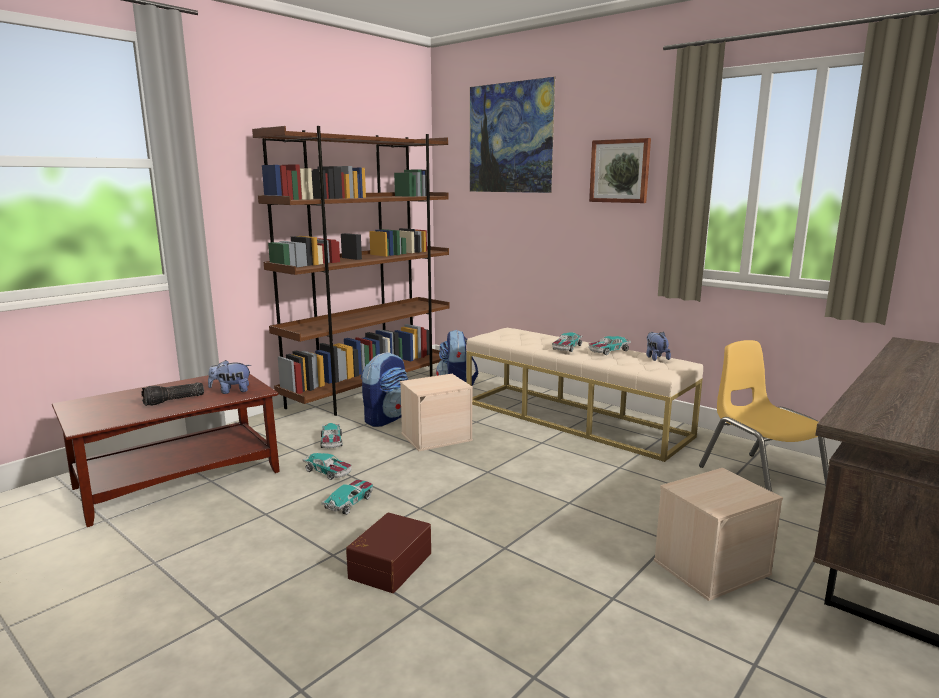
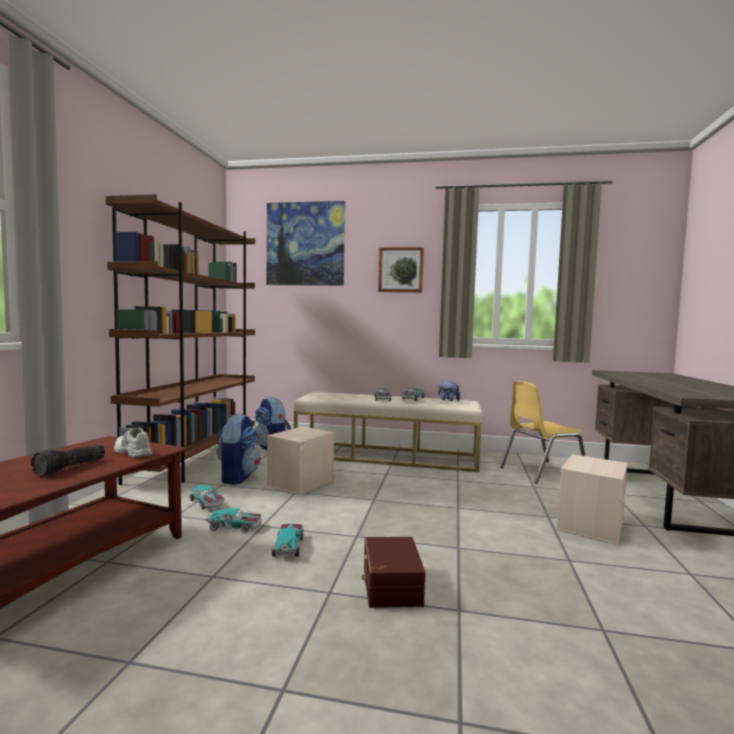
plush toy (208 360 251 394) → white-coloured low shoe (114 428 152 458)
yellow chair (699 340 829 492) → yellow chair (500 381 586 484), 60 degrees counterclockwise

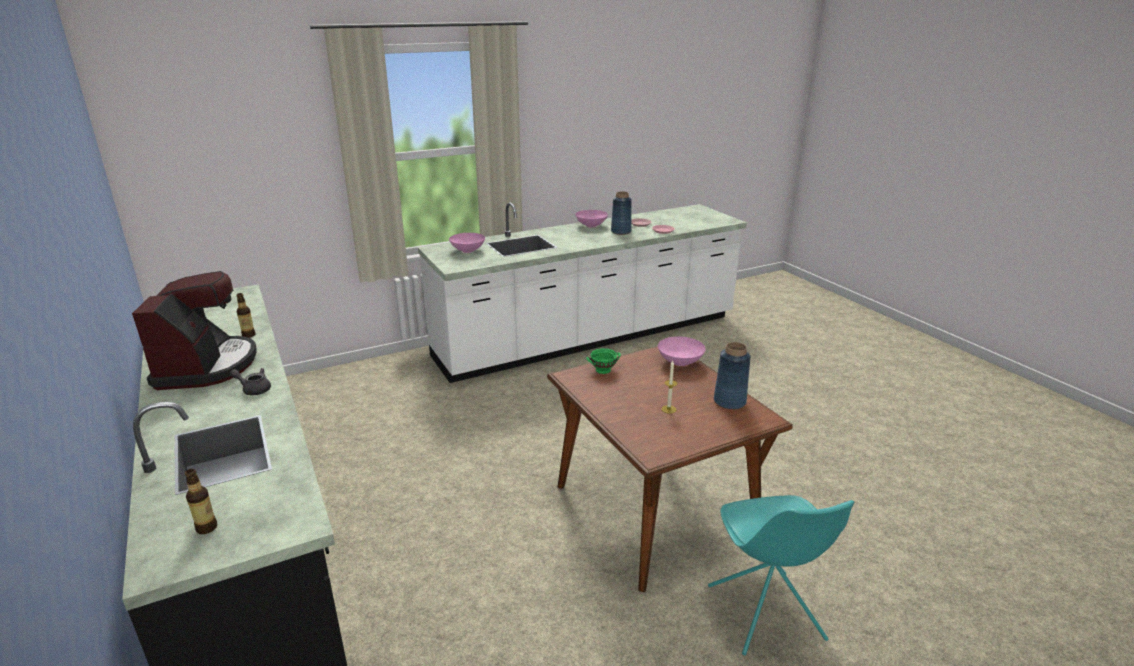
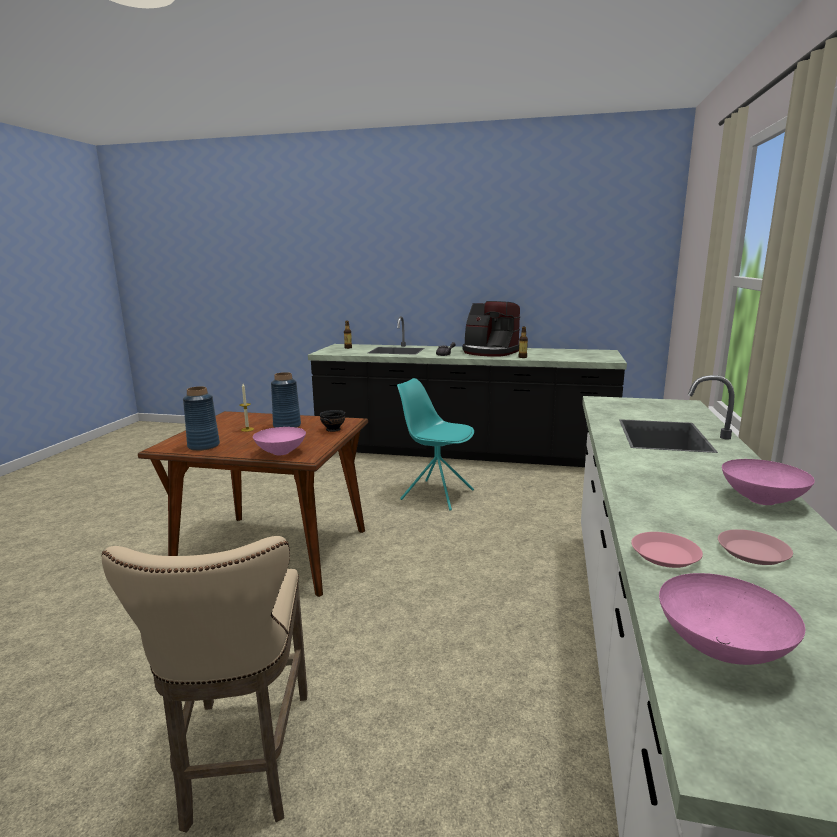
- → beige sitting stool (102 536 308 833)
bluish flower vase (611 191 632 235) → bluish flower vase (271 372 301 428), move
green-coloured serving bowl (586 348 621 374) → blackish serving bowl (320 410 345 432)
blue-green chair (708 495 854 655) → blue-green chair (397 378 474 511), move
pinkish serving bowl (449 233 485 253) → pinkish serving bowl (659 573 805 665), move

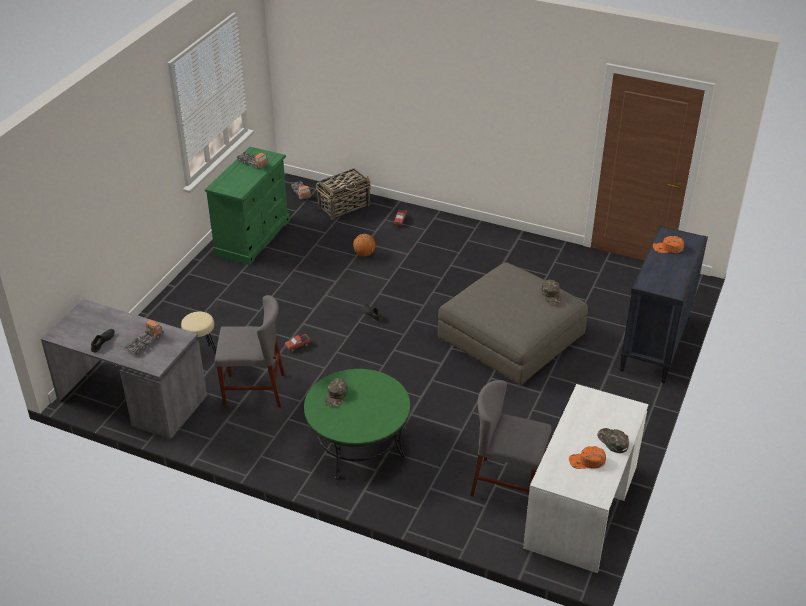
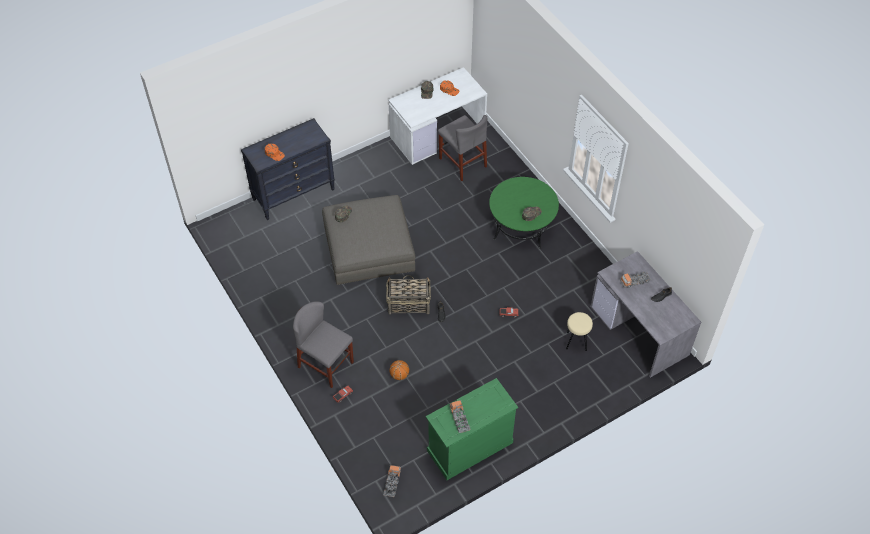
greyish chair (214 295 285 408) → greyish chair (293 301 354 388), move
basket (316 168 371 220) → basket (386 275 431 315), move

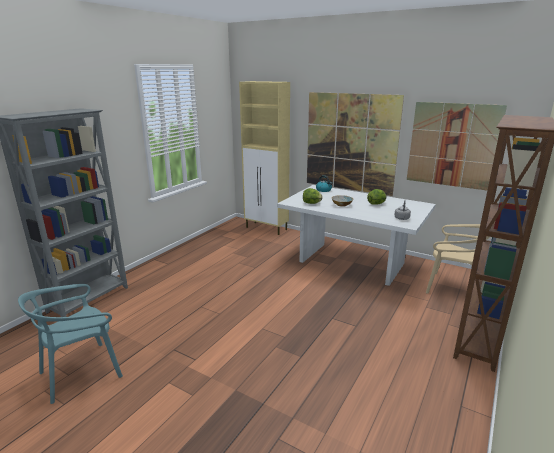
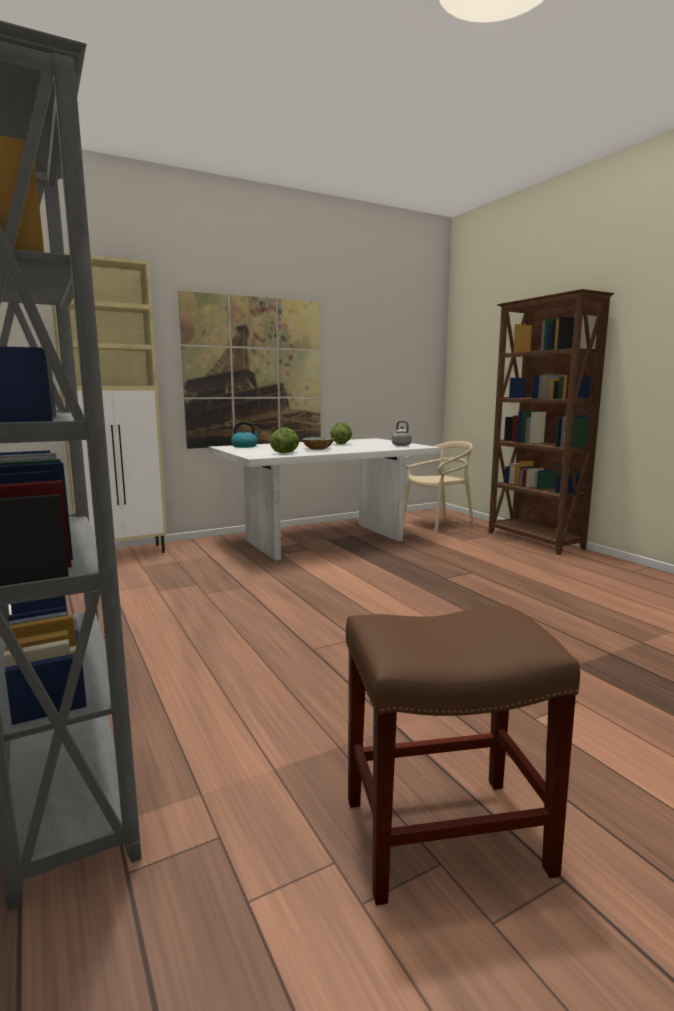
blue-green chair (18 284 123 404) → brown sitting stool (346 605 580 905)
wall art (407 102 507 190) → -

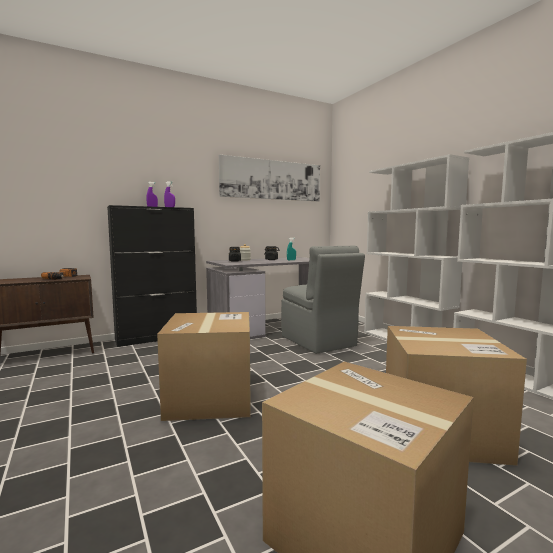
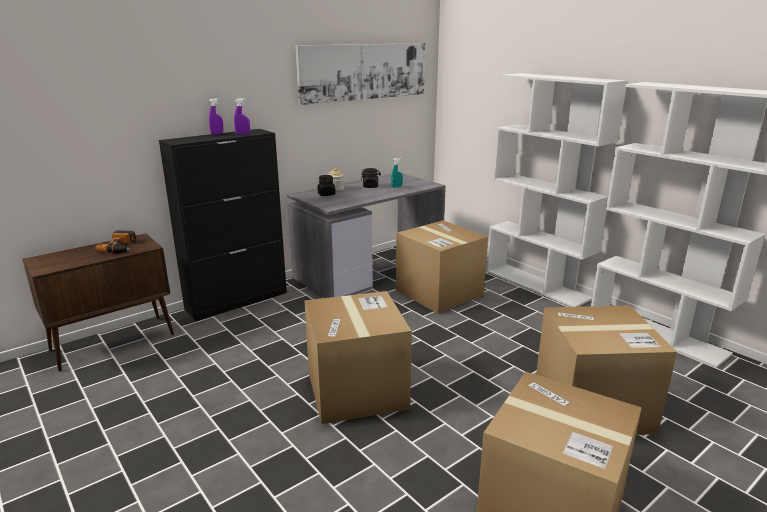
greyish chair (281 245 365 354) → cardboard box (396 221 488 313)

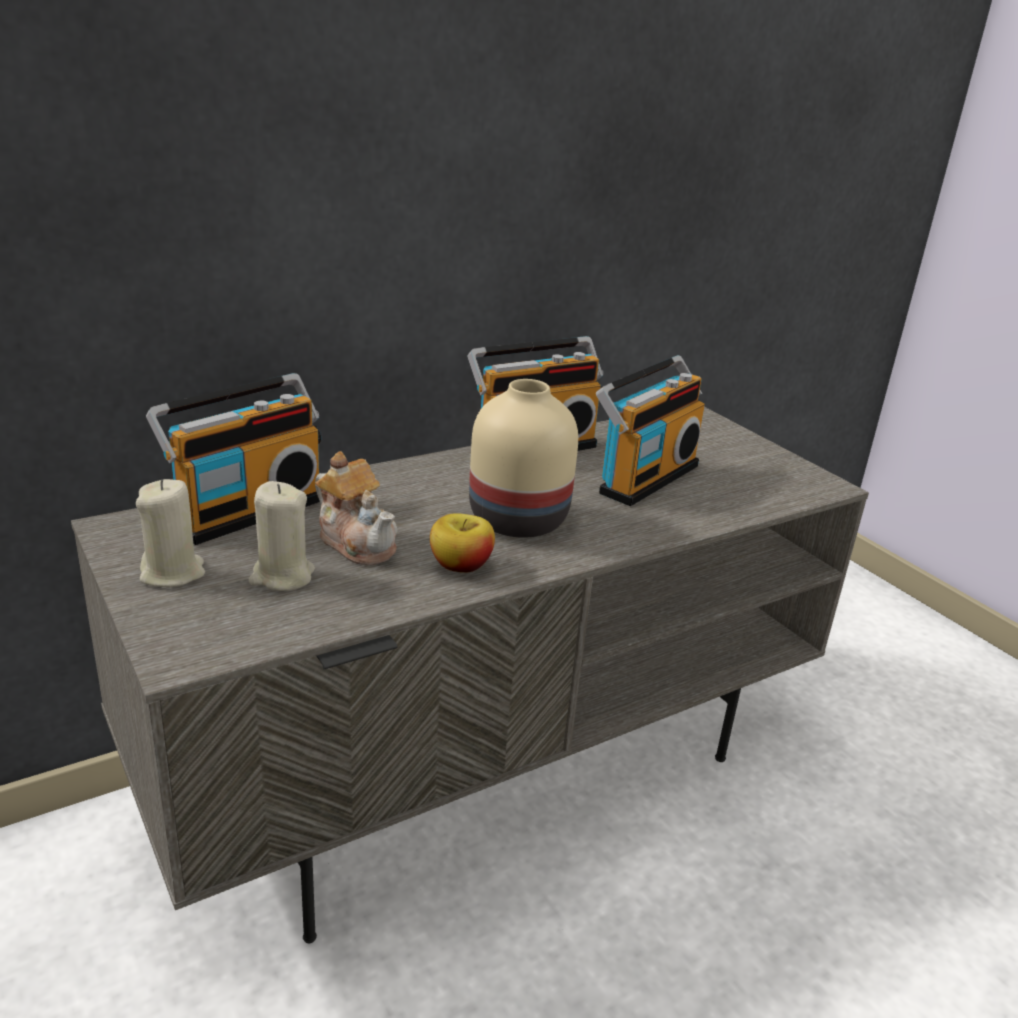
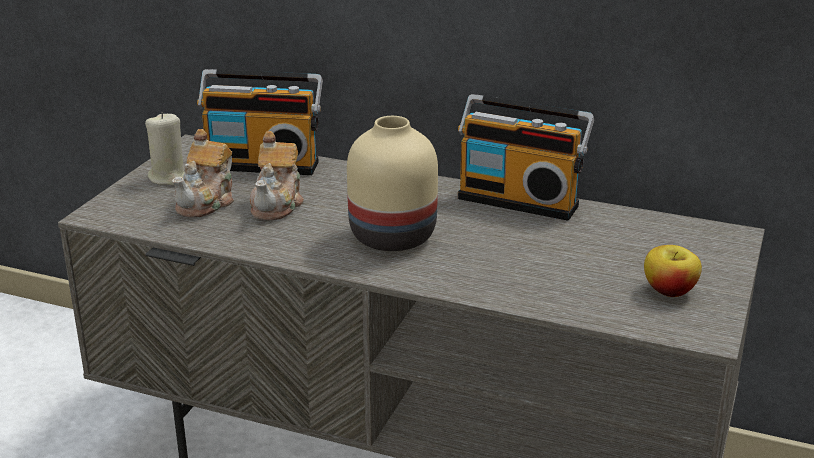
beige wax light (249 481 315 591) → teapot (172 129 234 218)
whole apple (430 513 495 573) → whole apple (644 245 702 297), move
radio set (596 355 705 506) → -

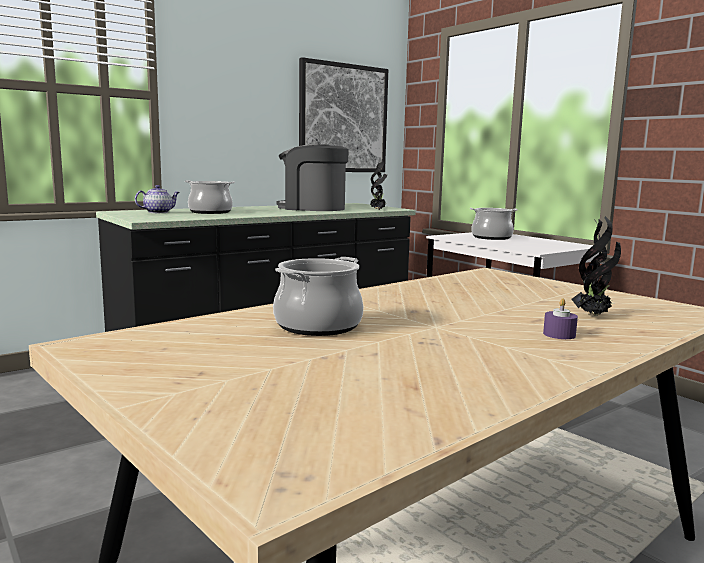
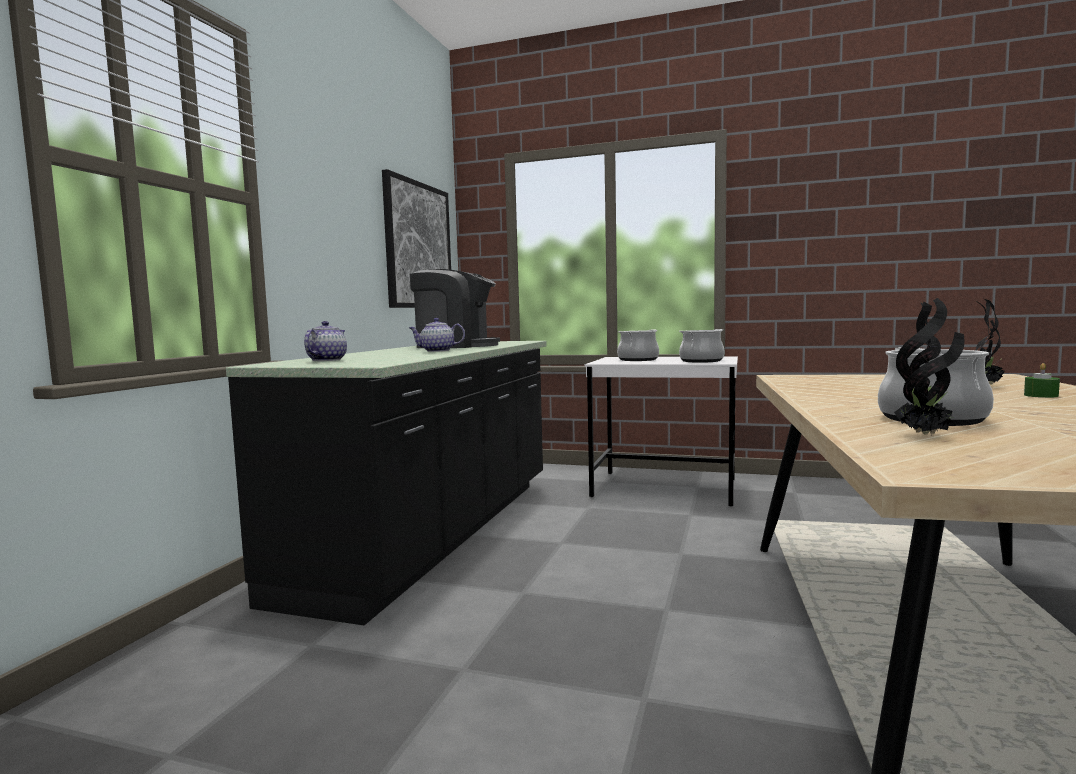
- → teapot (409 318 465 352)
coffee machine (277 144 349 211) → coffee machine (410 269 500 348), 150 degrees counterclockwise
saucepot (185 180 235 214) → saucepot (679 329 725 363), move
potted plant (370 162 387 210) → potted plant (894 298 964 434), move
purplish wax light (543 298 578 339) → green-coloured wax light (1024 363 1060 398)

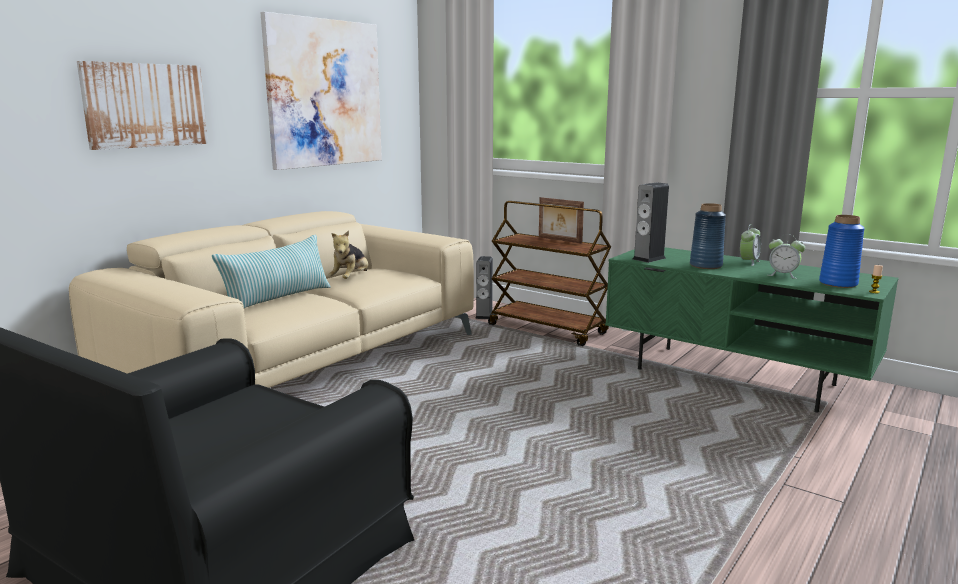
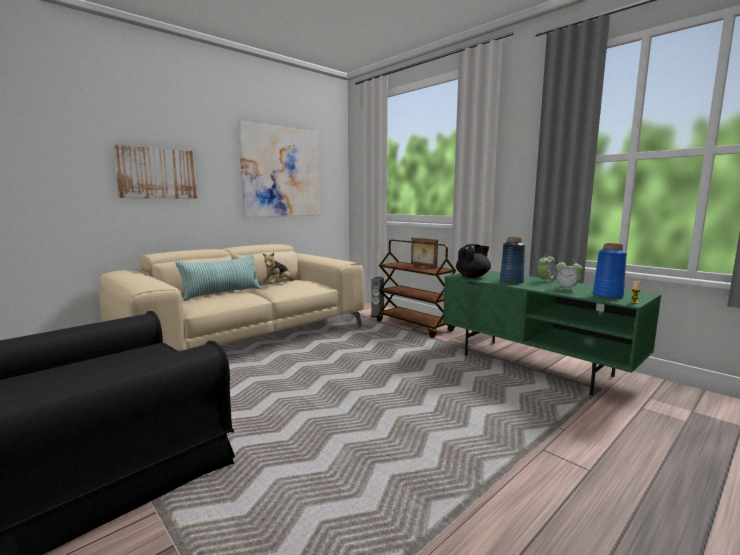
loudspeaker (633 182 669 263) → blackish teapot (456 244 491 278)

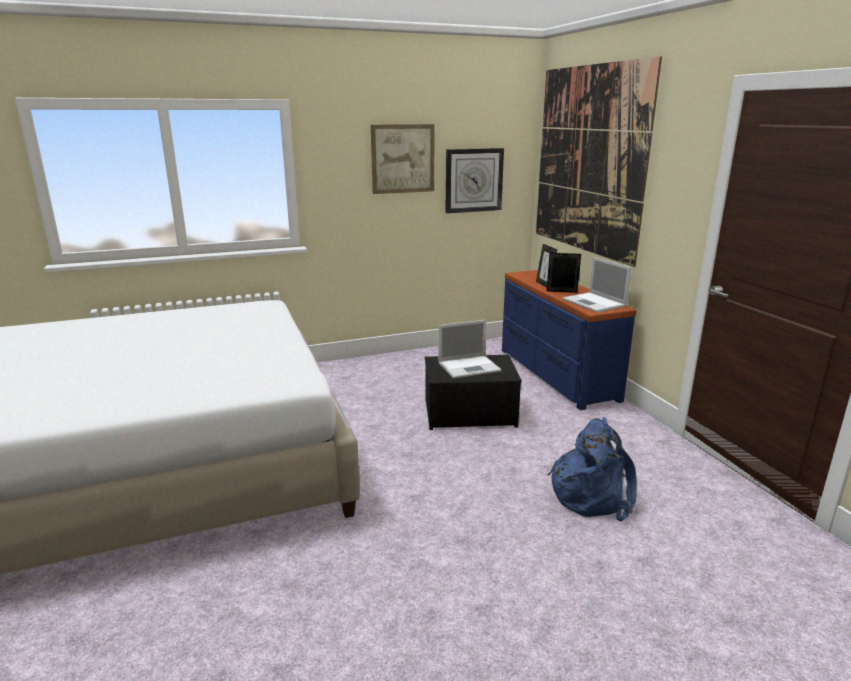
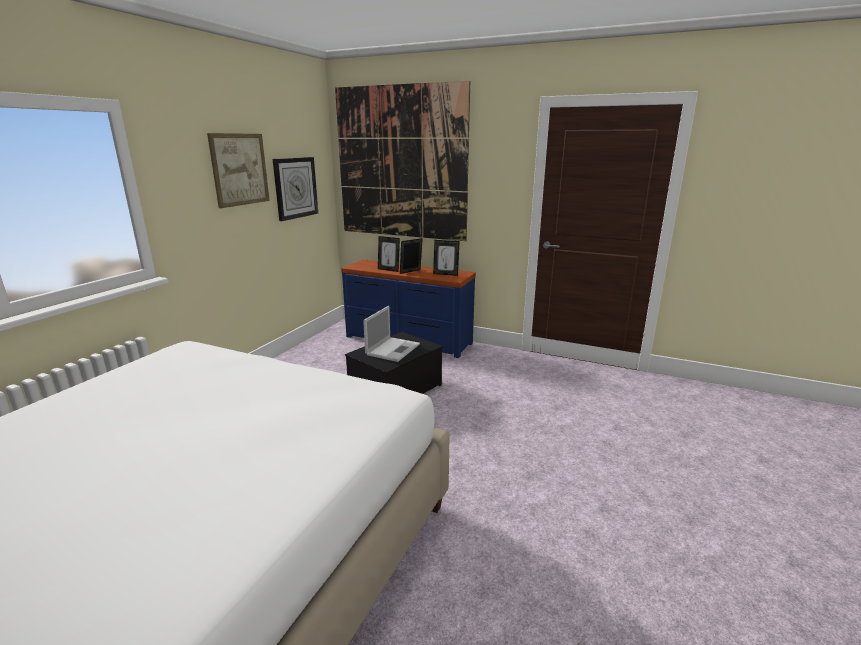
notebook computer (562 257 631 313) → standing frame (433 240 460 276)
bluish rucksack (547 417 637 521) → -

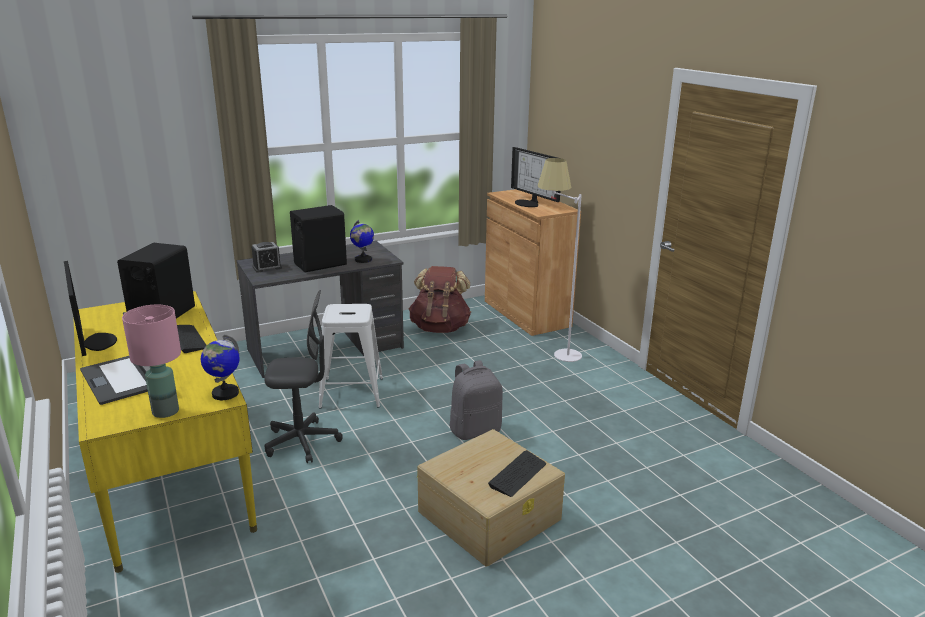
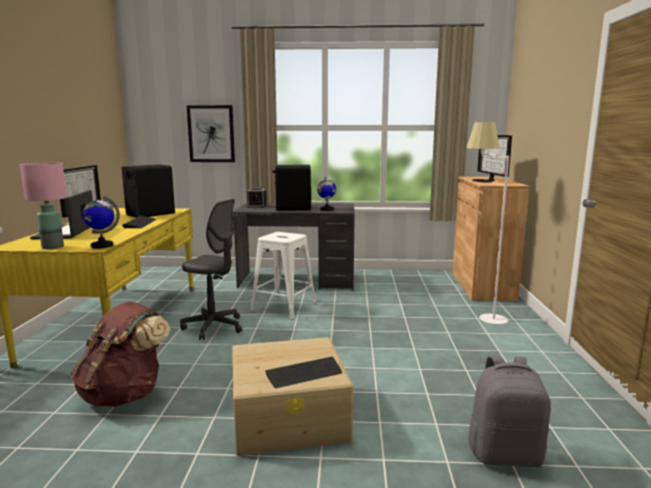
brown rucksack (409 266 471 333) → brown rucksack (70 302 171 407), move
- → wall art (187 105 235 162)
greyish rucksack (450 360 503 440) → greyish rucksack (468 356 551 467), move

